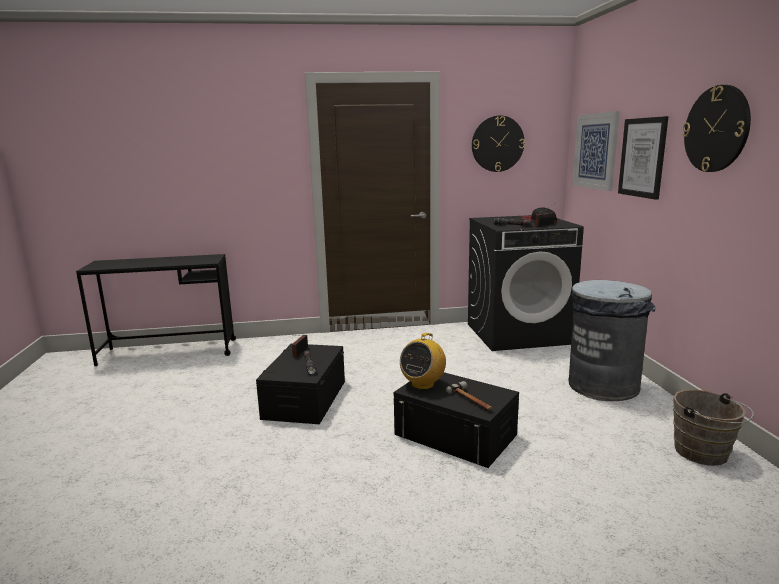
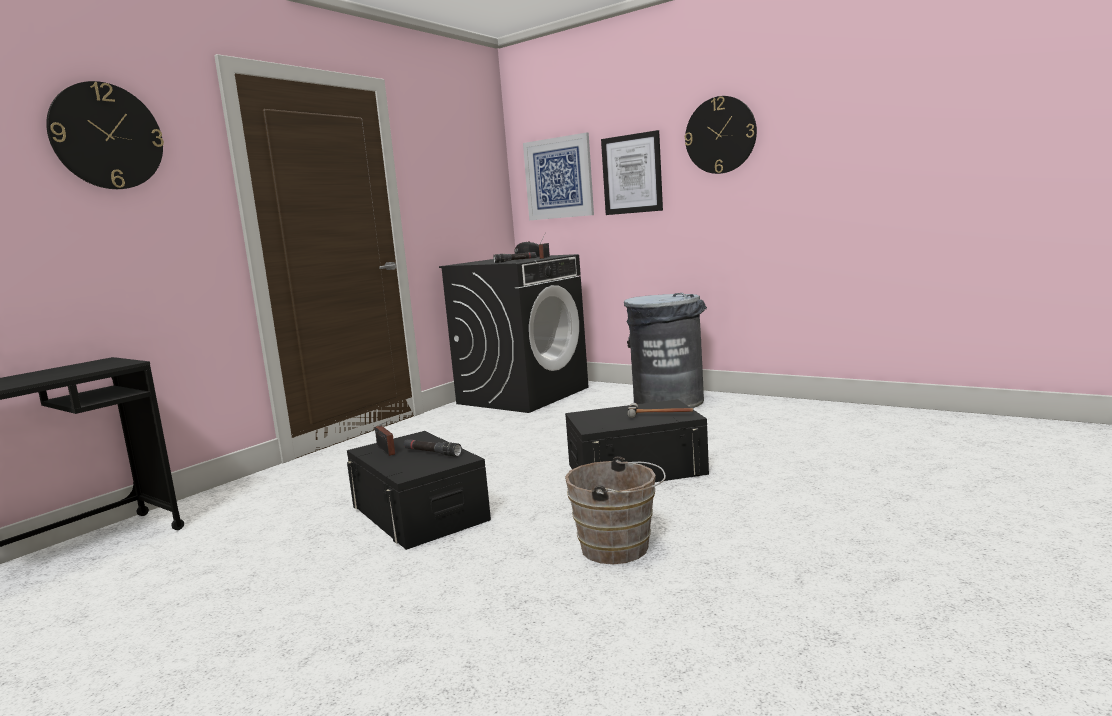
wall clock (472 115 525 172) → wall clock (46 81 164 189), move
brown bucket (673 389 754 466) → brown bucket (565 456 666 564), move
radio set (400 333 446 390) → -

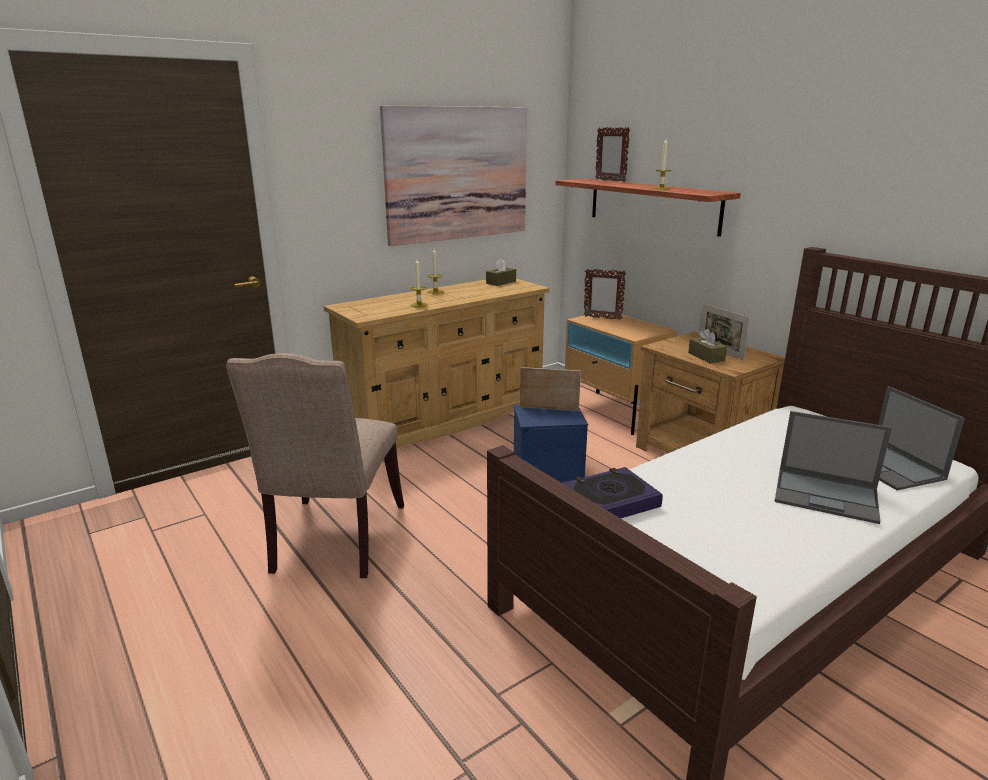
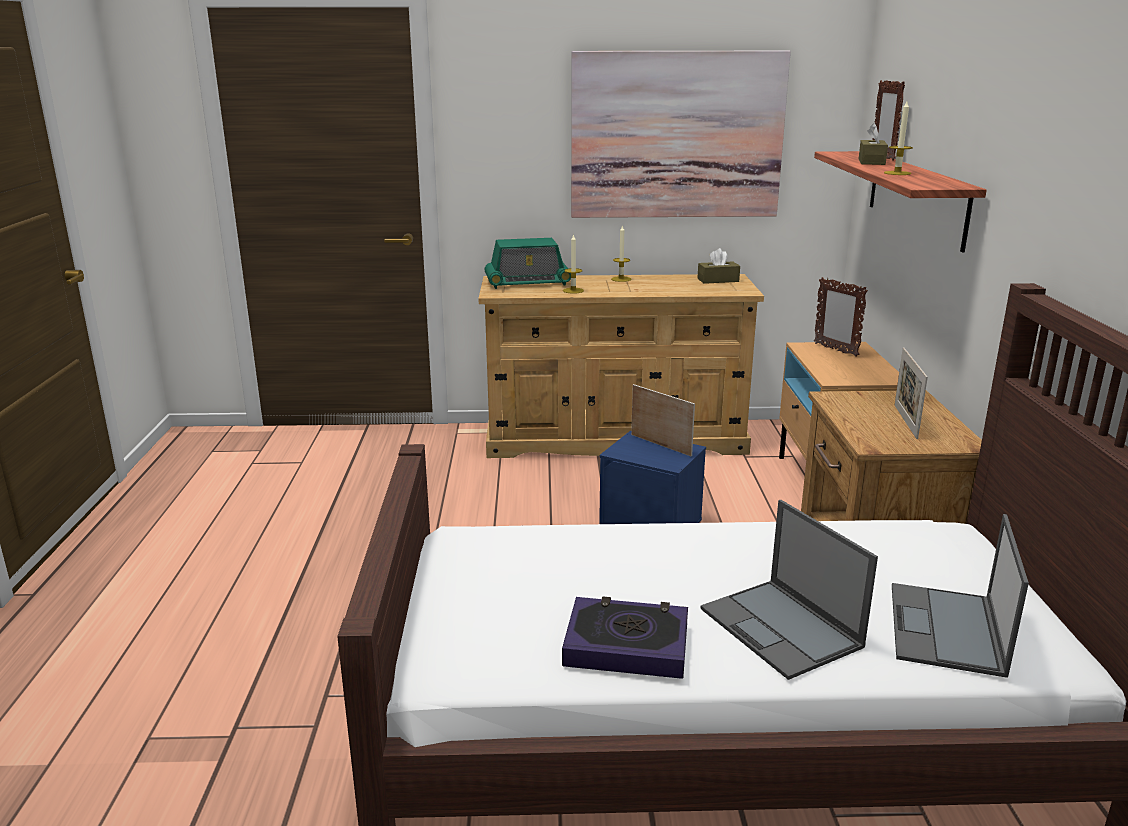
- → radio set (485 238 571 289)
bound book (563 467 663 518) → bound book (562 596 688 679), move
brown box of tissues (688 328 727 363) → brown box of tissues (859 123 888 165), move
beige chair (226 353 404 578) → -

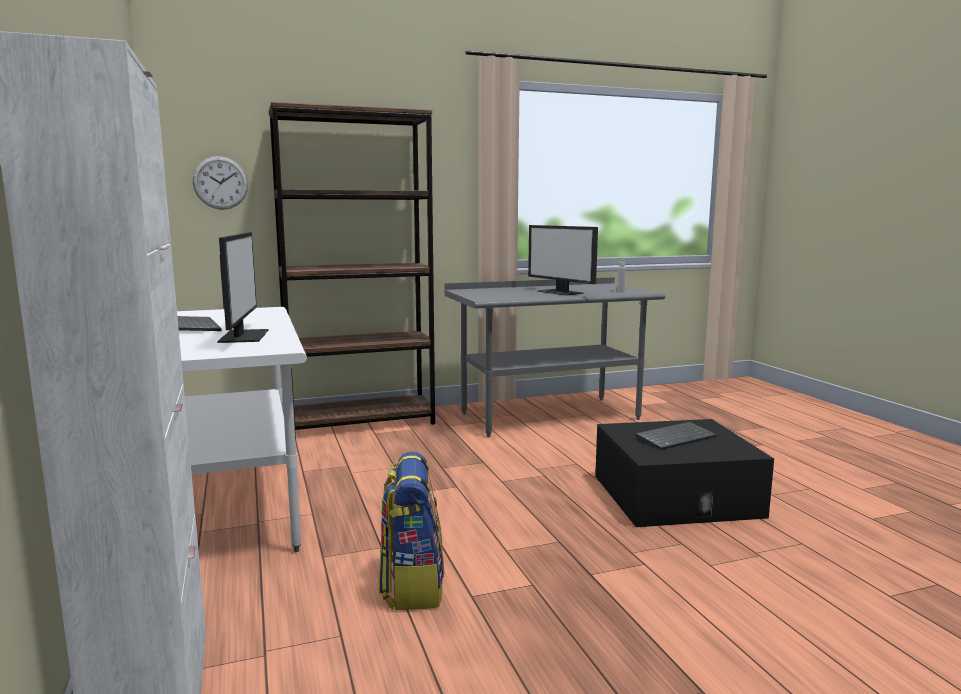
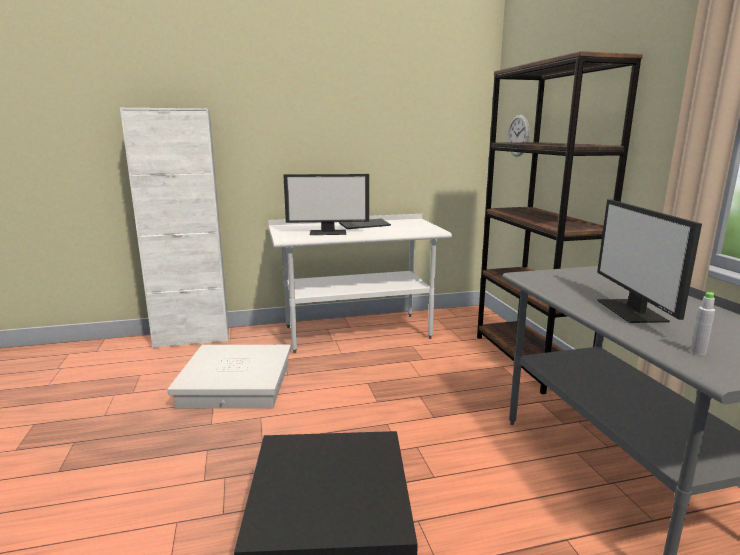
rucksack (378 452 444 610) → white-coloured storage container (167 345 291 409)
monitor (528 225 598 296) → monitor (597 199 702 323), 60 degrees counterclockwise
PC keyboard (635 422 716 450) → -

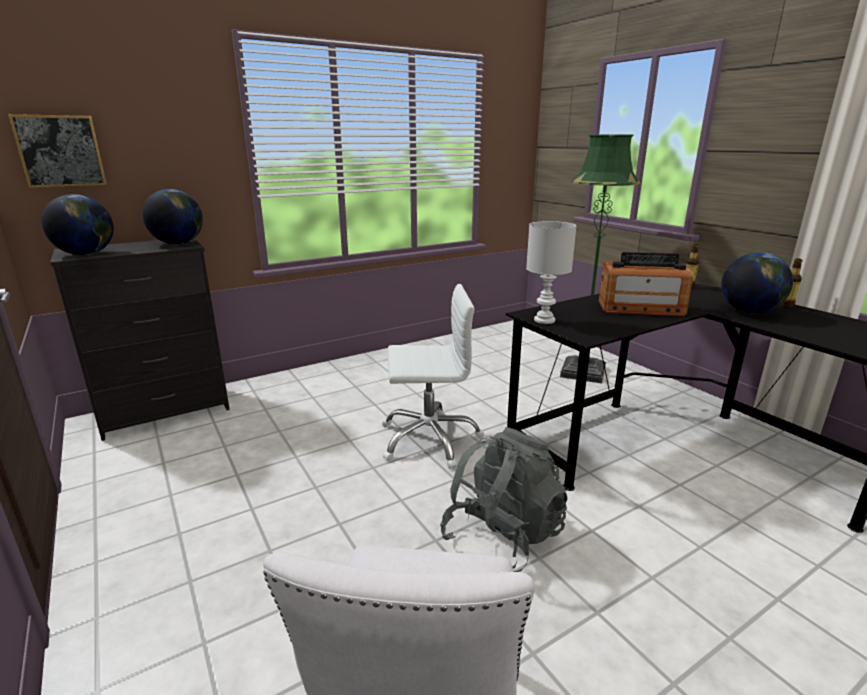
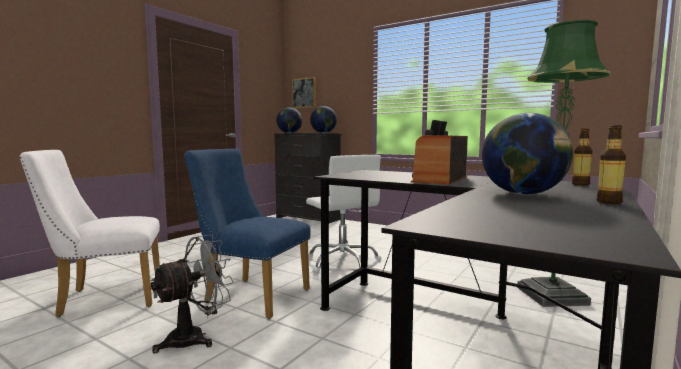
- → greyish electric fan (150 235 234 353)
greyish rucksack (440 427 568 572) → bluish chair (184 149 311 319)
radio set (599 252 693 316) → radio set (411 120 468 185), 45 degrees clockwise
white-coloured tabletop lamp (526 221 577 324) → -

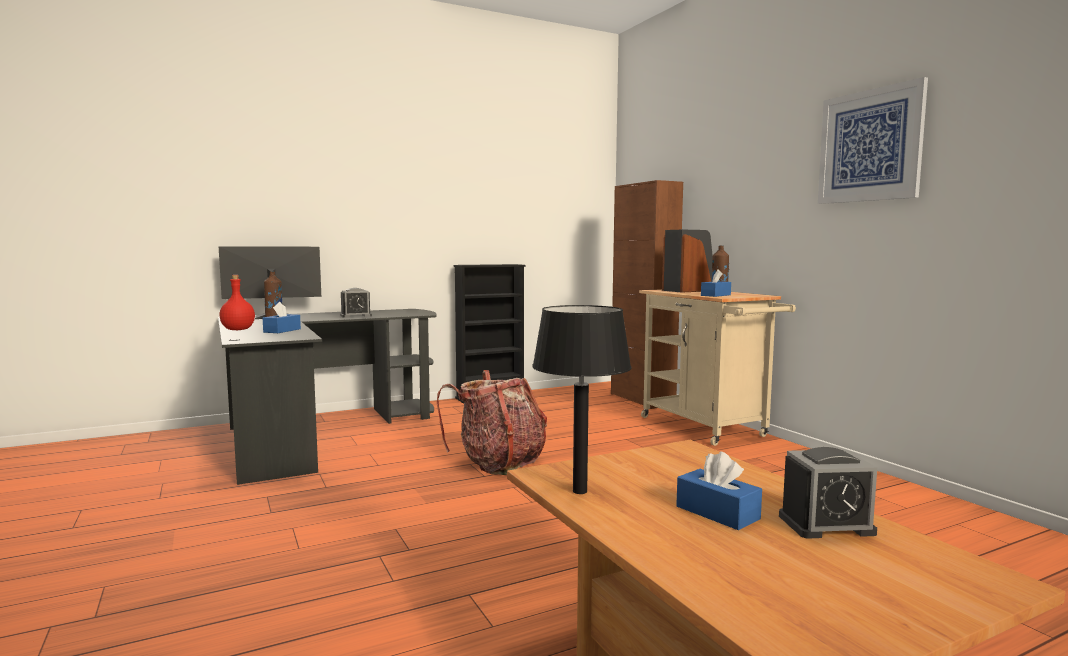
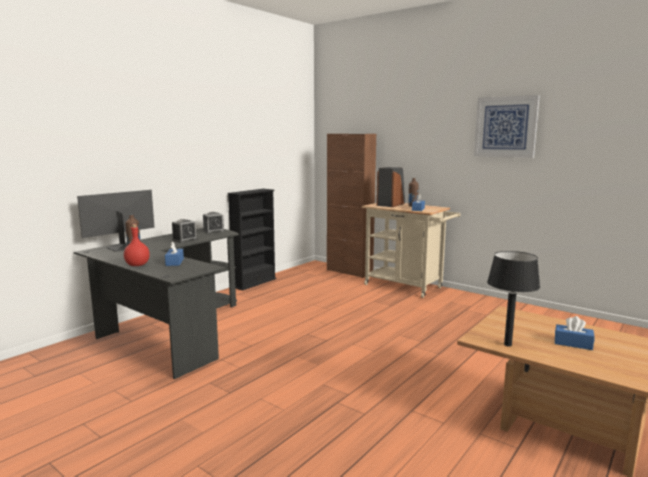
alarm clock (779 447 877 539) → alarm clock (203 212 225 233), move
rucksack (437 370 547 475) → -

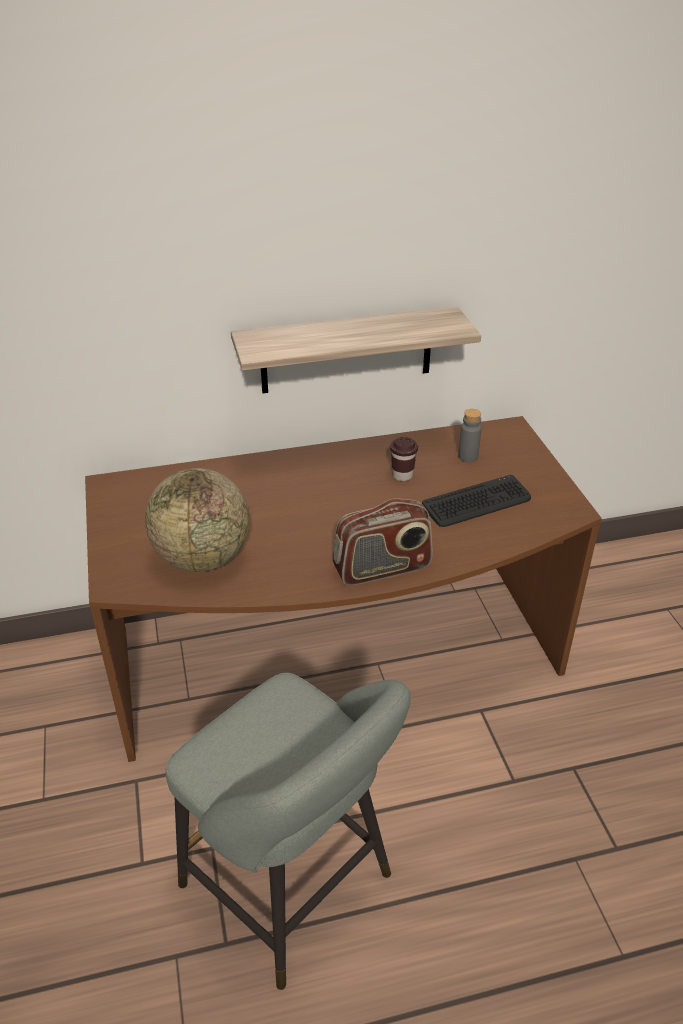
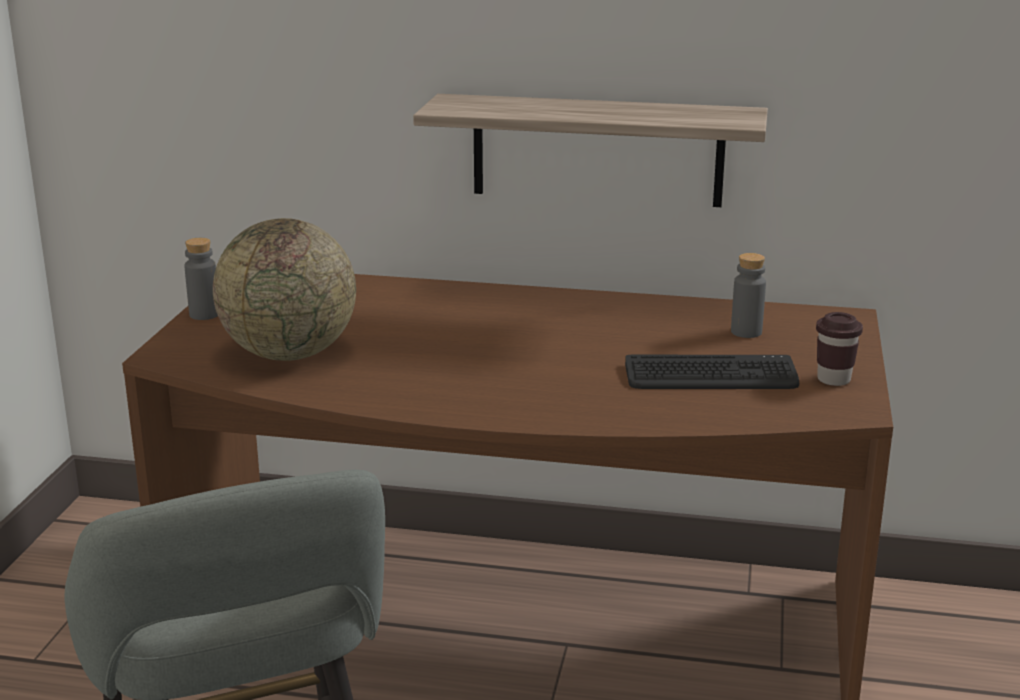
- → greyish beverage bottle (184 238 218 320)
brown drinking cup (390 437 418 481) → brown drinking cup (816 312 863 386), move
radio set (333 498 433 586) → -

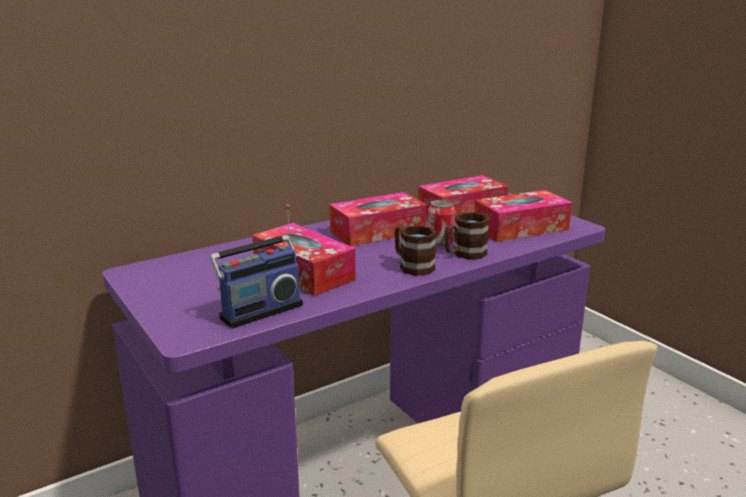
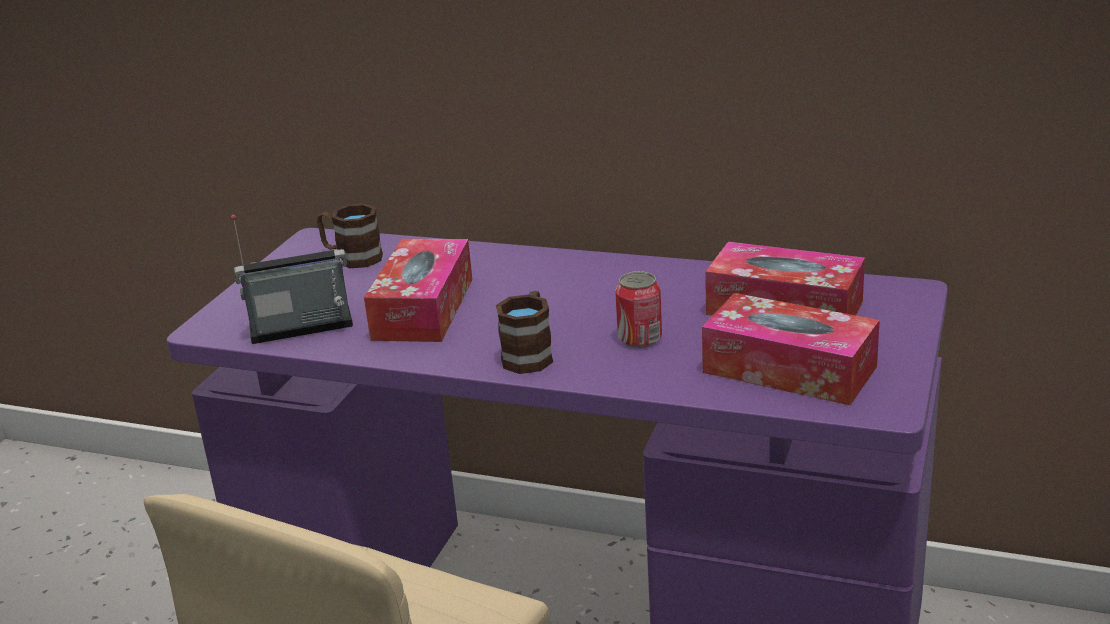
radio set (210 205 303 329) → radio set (231 215 353 344), 150 degrees clockwise
brown tea mug (445 212 490 260) → brown tea mug (317 203 383 268), move
box of tissues (329 192 427 246) → -

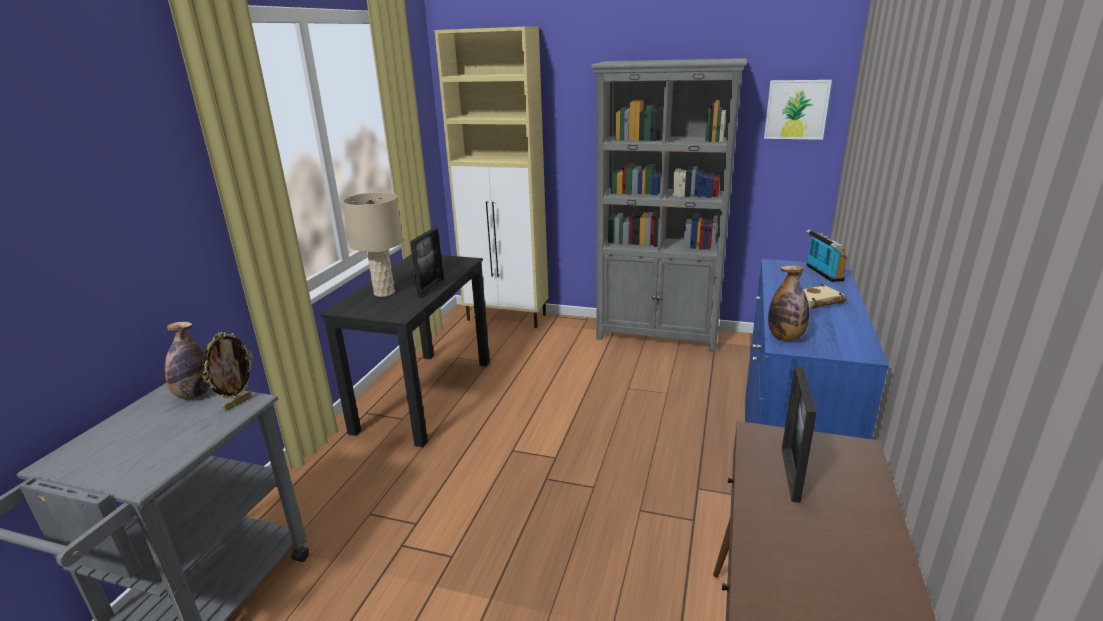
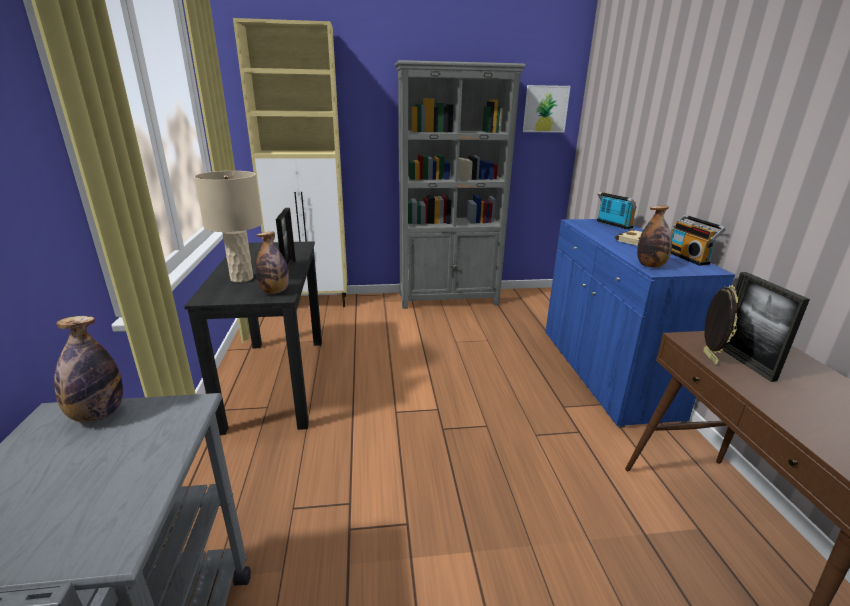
- → beverage bottle (256 232 289 294)
- → radio set (671 215 726 266)
standing frame (203 332 253 410) → standing frame (703 285 739 365), move

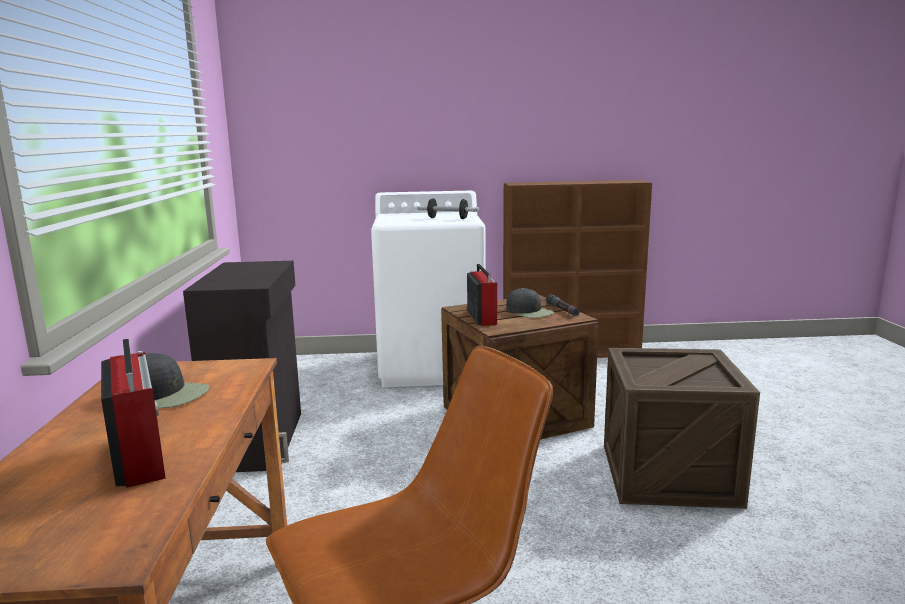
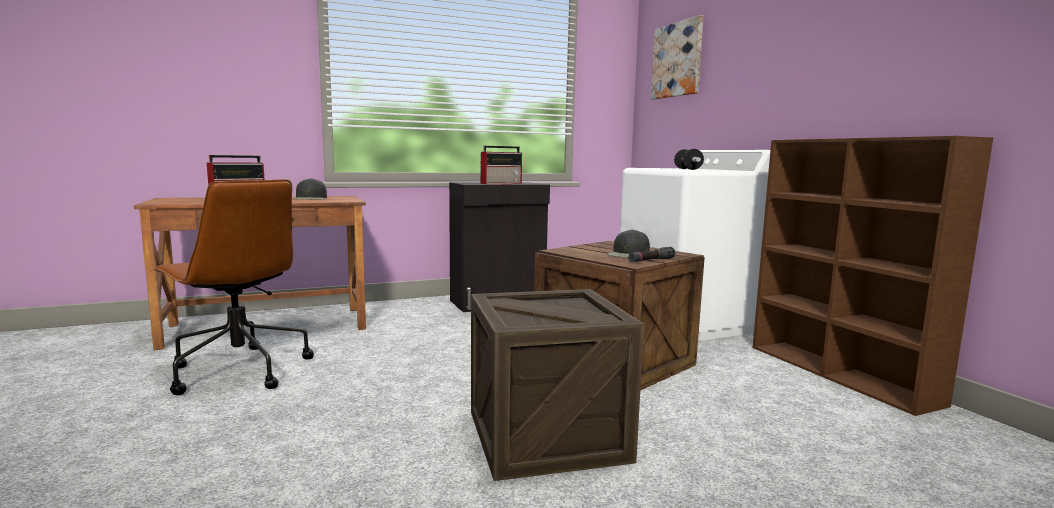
radio set (467 264 497 326) → radio set (481 146 522 184), move
- → wall art (651 15 704 100)

